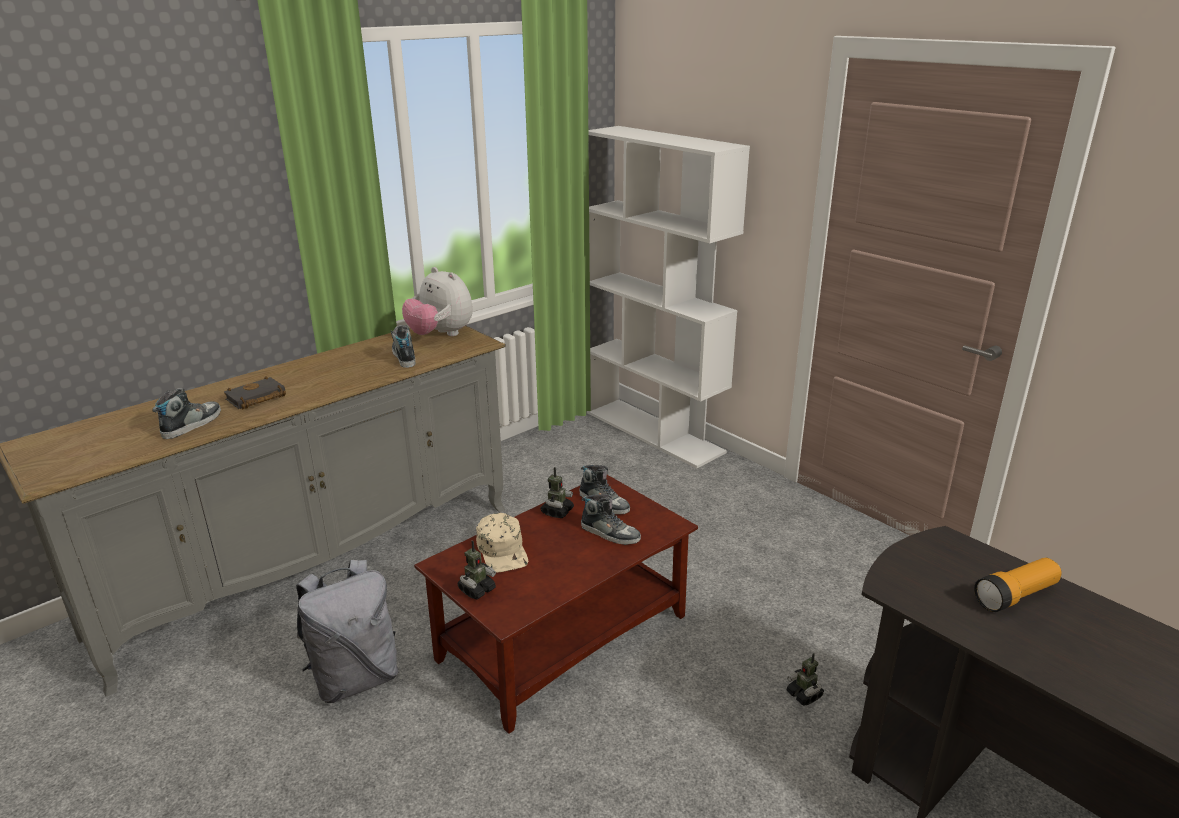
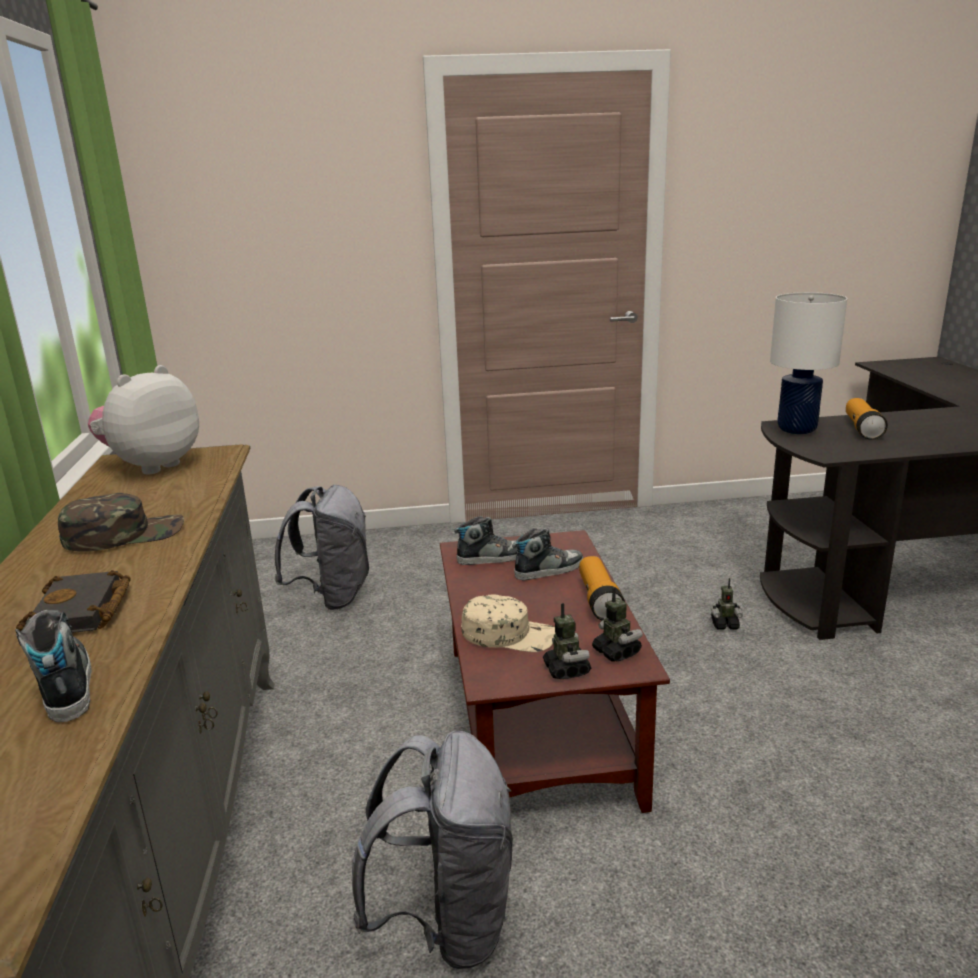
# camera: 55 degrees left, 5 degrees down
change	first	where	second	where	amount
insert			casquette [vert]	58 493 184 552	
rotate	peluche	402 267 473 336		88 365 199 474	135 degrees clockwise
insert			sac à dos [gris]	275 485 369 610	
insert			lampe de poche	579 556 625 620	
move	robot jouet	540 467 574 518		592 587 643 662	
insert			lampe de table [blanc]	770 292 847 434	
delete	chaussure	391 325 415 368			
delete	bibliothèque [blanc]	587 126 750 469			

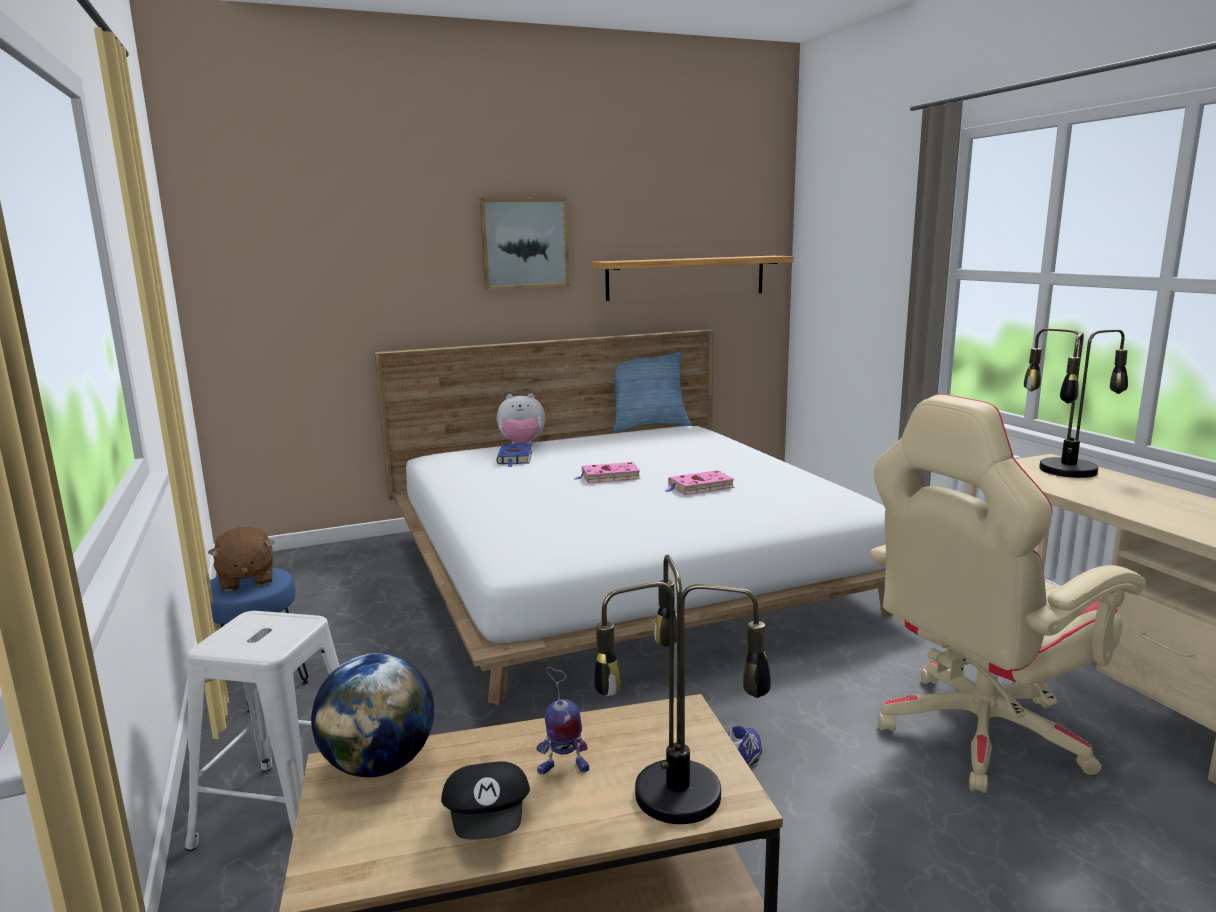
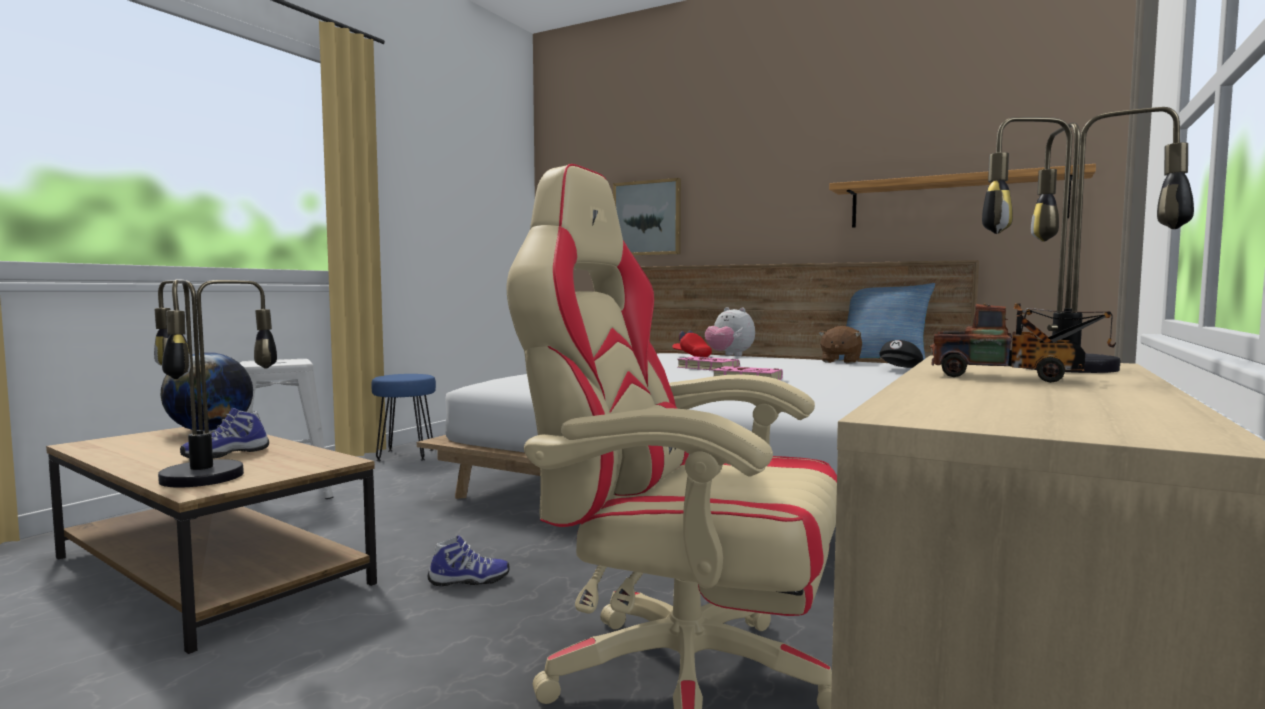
# camera: 50 degrees right, 10 degrees down
change	first	where	second	where	amount
replace	robot jouet	536 667 589 775	chaussure	180 408 269 459	
move	tableau	479 198 569 290		613 178 681 256	
replace	livre [bleu]	496 443 532 467	casquette [rouge]	672 331 712 357	
move	peluche [marron]	208 527 275 592		818 326 862 364	
move	casquette [noir]	441 761 530 840		879 340 923 368	
insert			camion jouet	930 304 1116 383	

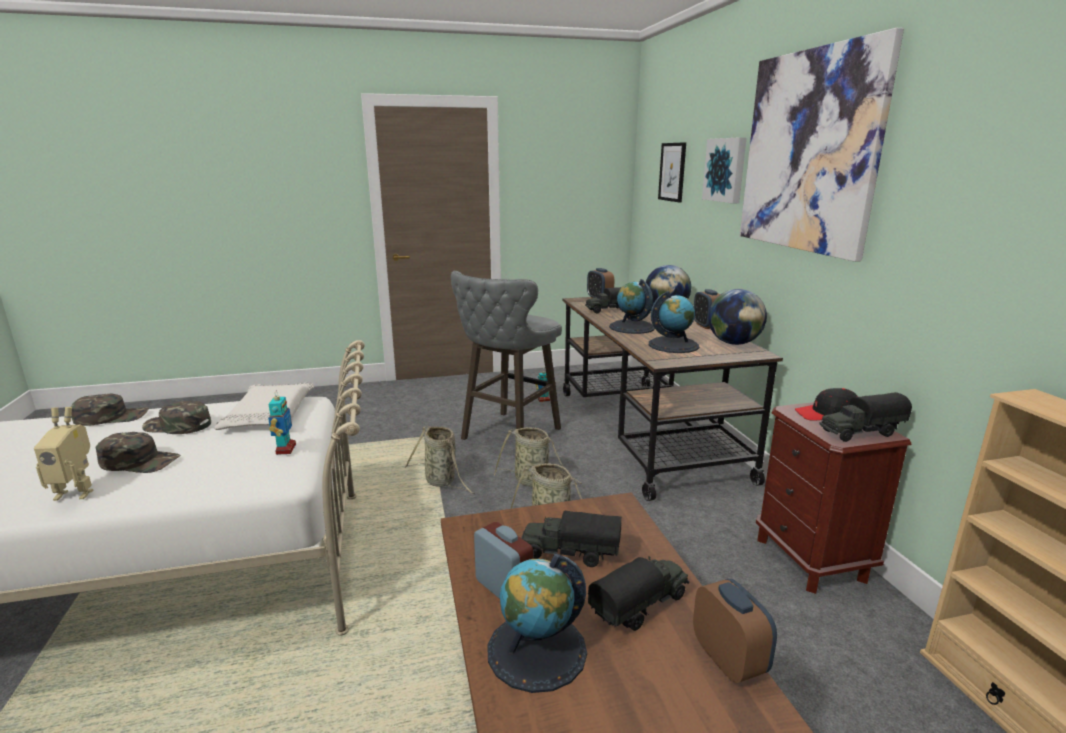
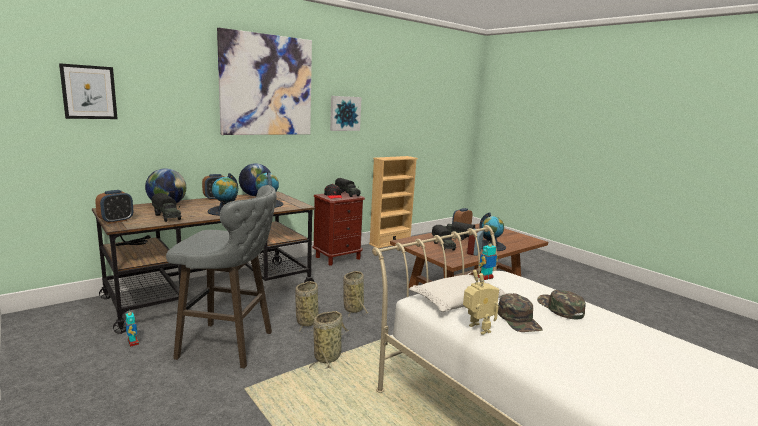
# camera: 115 degrees left, 5 degrees down
change	first	where	second	where	amount
move	tableau	702 137 747 203		330 96 362 131	
move	robot jouet	34 407 94 501		463 270 499 335	
delete	casquette [vert]	71 393 149 426			

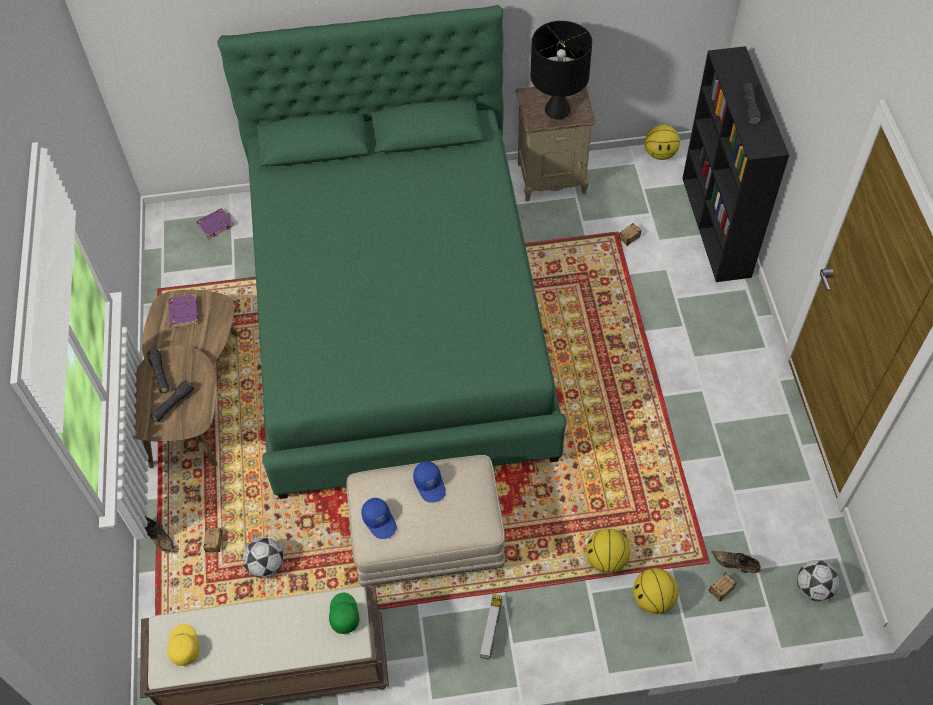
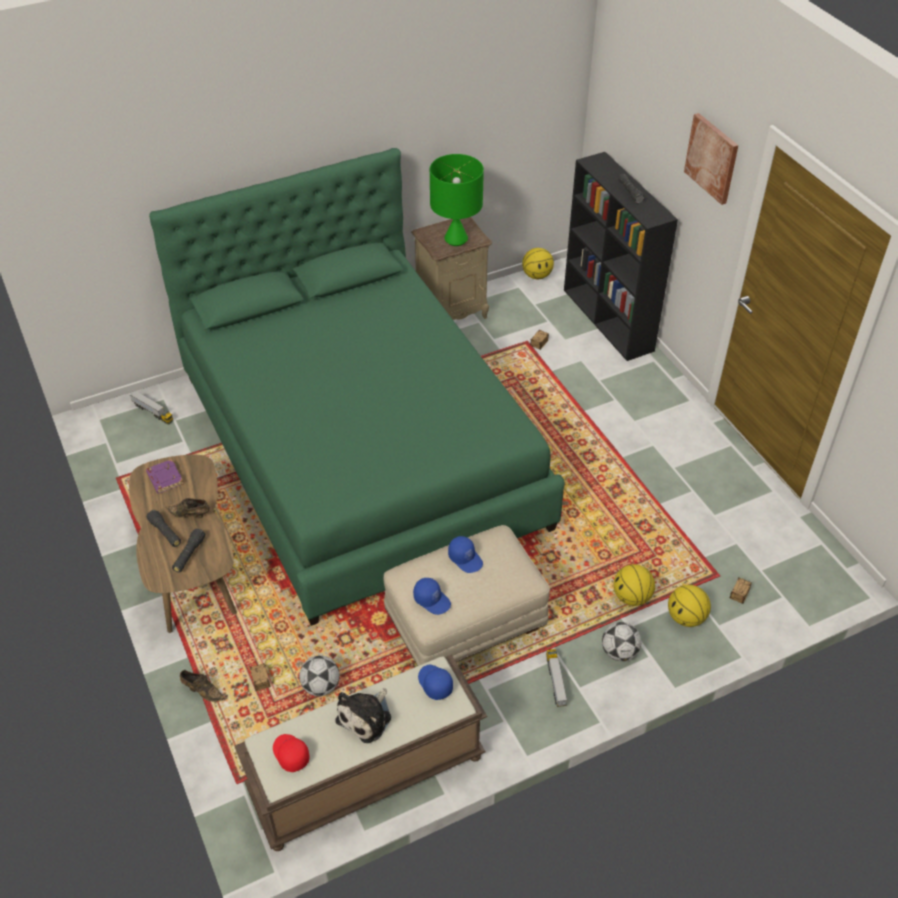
# camera: 20 degrees left, 10 degrees down
change	first	where	second	where	amount
replace	livre [violet]	196 208 234 239	camion jouet	130 391 173 424	
move	chaussure [marron]	711 551 761 573		165 498 210 518	
recolor	casquette [jaune]	167 624 199 666	casquette [rouge]	273 734 309 772	
insert			peluche	336 688 391 743	
recolor	casquette [vert]	329 593 359 634	casquette [bleu]	418 665 453 700	
recolor	lampe de table [noir]	531 21 592 119	lampe de table [vert]	430 154 484 246	
move	ballon de foot	797 560 840 602		602 622 641 662	
insert			tableau	684 113 738 205	

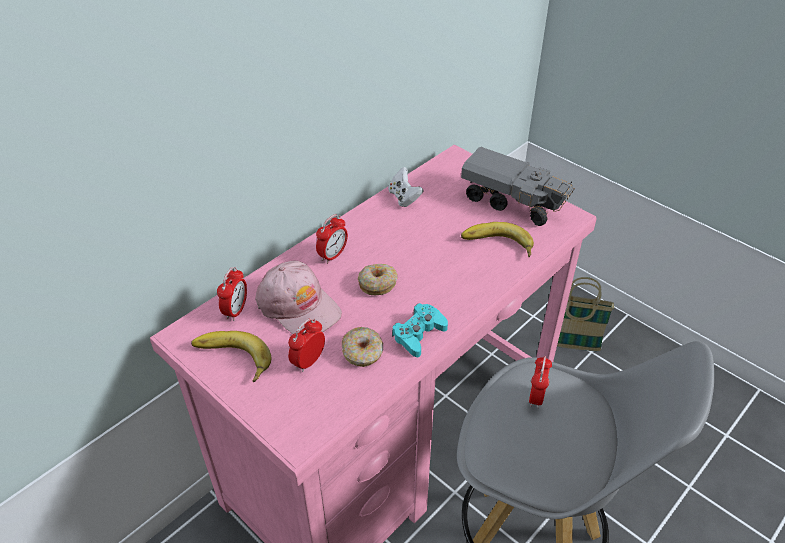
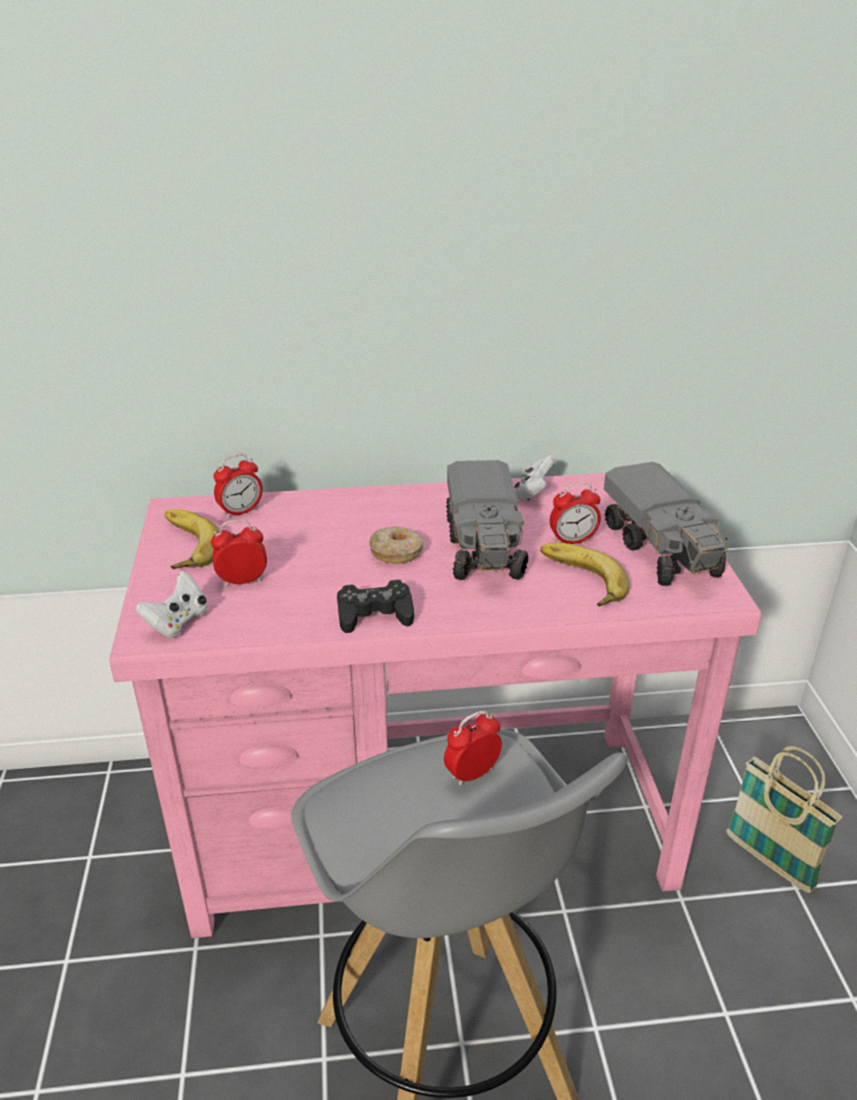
# camera: 40 degrees right, 10 degrees down
change	first	where	second	where	amount
insert			manette [blanc]	136 571 207 638	
recolor	manette [turquoise]	392 303 448 357	manette [noir]	337 580 414 633	
insert			camion jouet	446 460 528 580	
move	réveil	316 214 348 264		550 482 601 544	
delete	casquette [rose]	255 261 342 334			
delete	beignet	342 327 383 367			

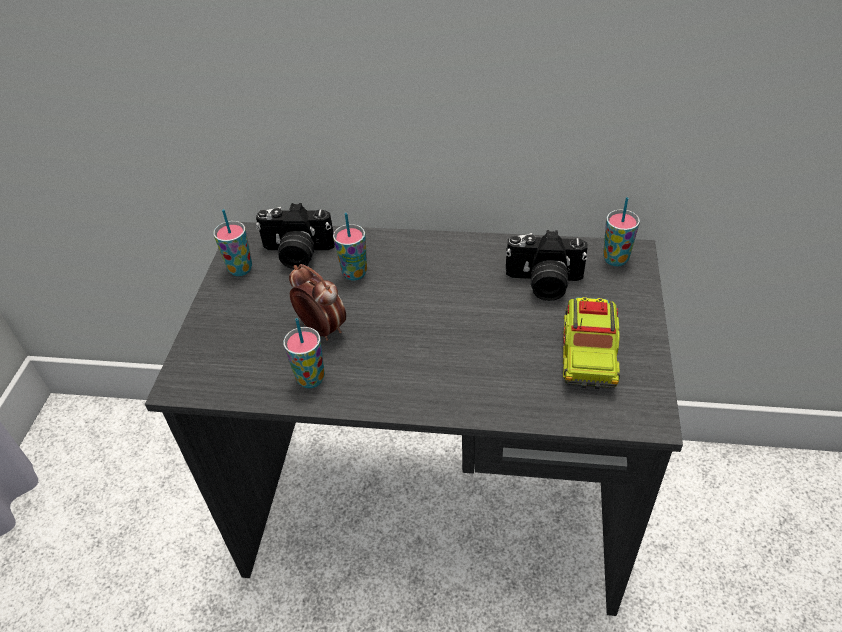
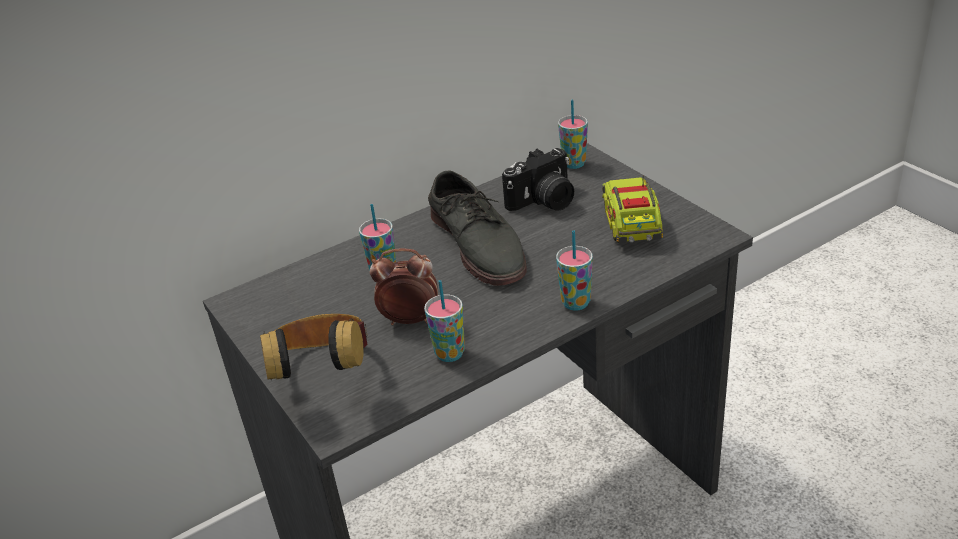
# camera: 40 degrees left, 10 degrees down
change	first	where	second	where	amount
insert			casque audio	260 314 367 380	
insert			chaussure [gris]	428 170 527 286	
move	tasse	213 209 252 276		556 231 593 311	
rotate	camion jouet	563 297 620 389		602 175 663 243	150 degrees counterclockwise
delete	appareil photo	256 203 335 269			

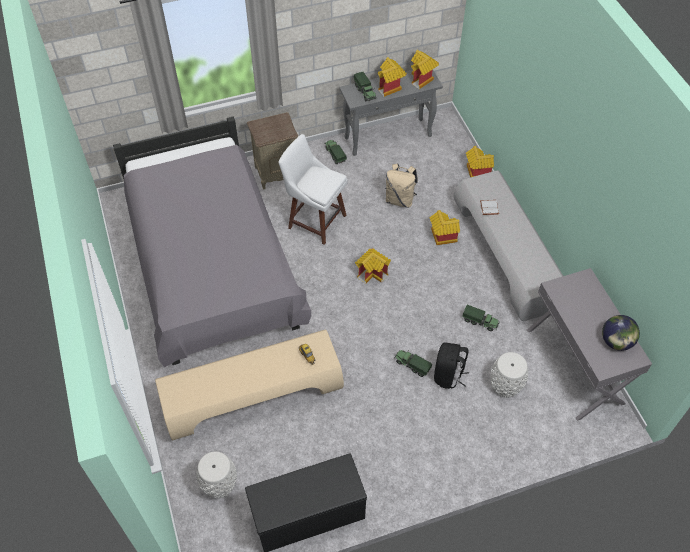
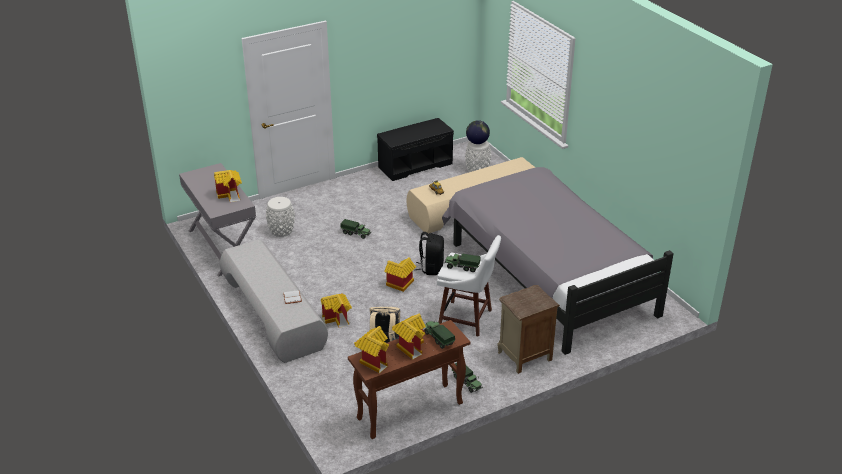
# camera: 170 degrees right, 20 degrees down
change	first	where	second	where	amount
move	maison miniature	466 146 494 177		214 170 242 202	
recolor	table console [gris]	339 70 443 156	table console [marron]	348 320 471 439	
move	sac à dos [noir]	434 342 469 389		415 232 444 275	
move	camion jouet	462 305 500 331		444 253 481 272	
move	globe	602 315 640 351		466 120 490 144	

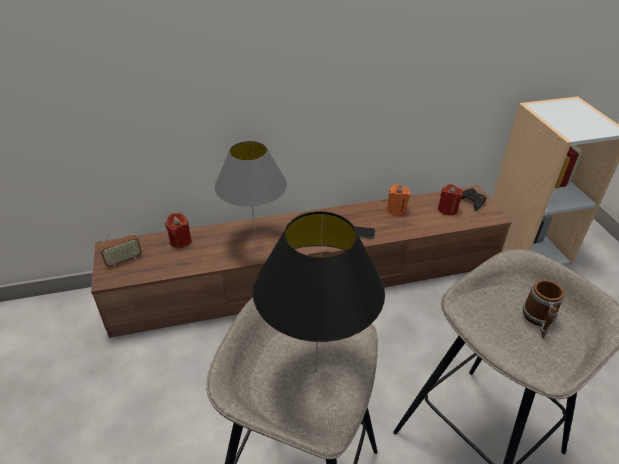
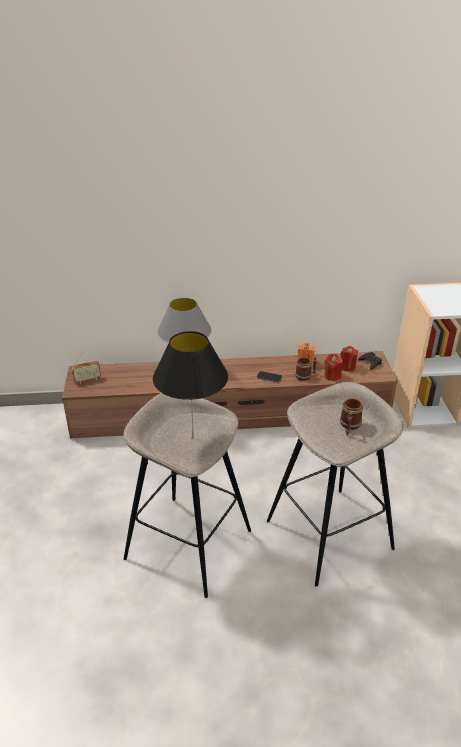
# camera: 10 degrees right, 5 degrees down
change	first	where	second	where	amount
insert			mug	295 357 317 381	
move	bougie [rouge]	165 213 192 248		324 353 343 381	

